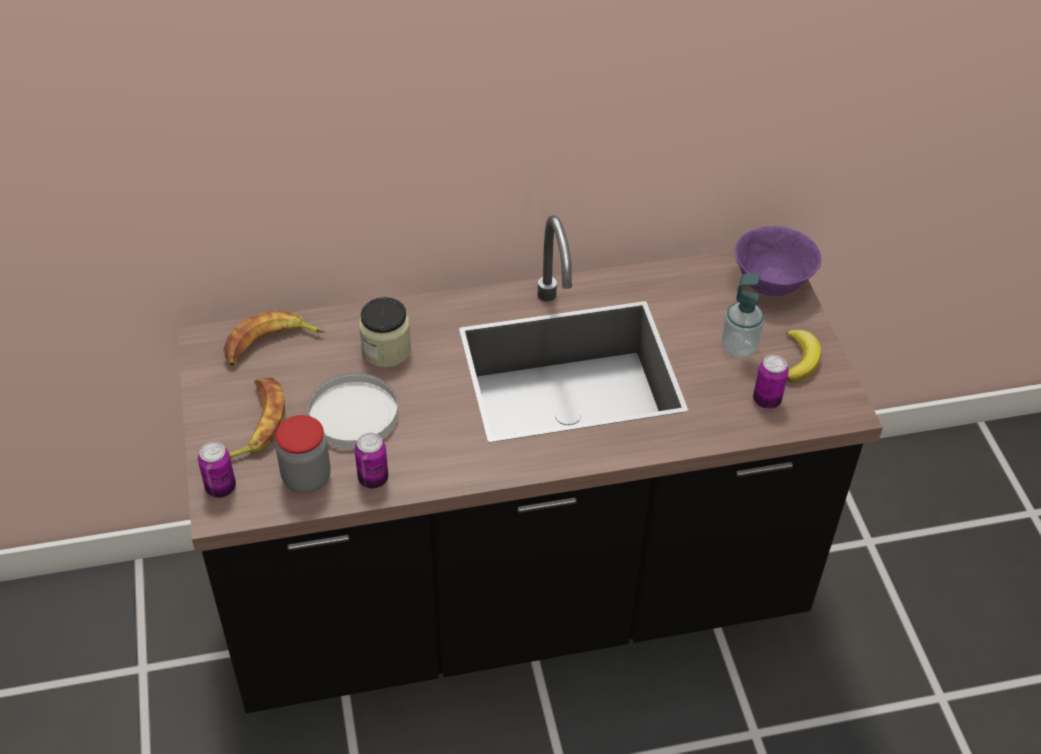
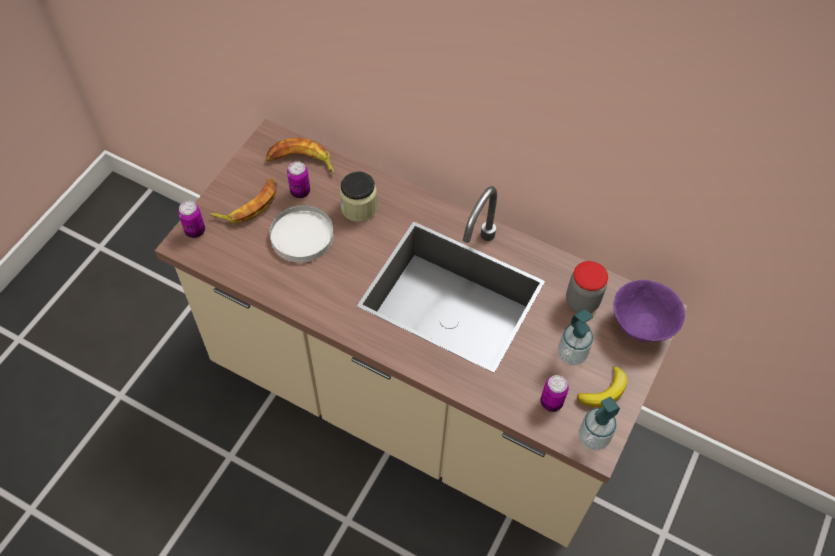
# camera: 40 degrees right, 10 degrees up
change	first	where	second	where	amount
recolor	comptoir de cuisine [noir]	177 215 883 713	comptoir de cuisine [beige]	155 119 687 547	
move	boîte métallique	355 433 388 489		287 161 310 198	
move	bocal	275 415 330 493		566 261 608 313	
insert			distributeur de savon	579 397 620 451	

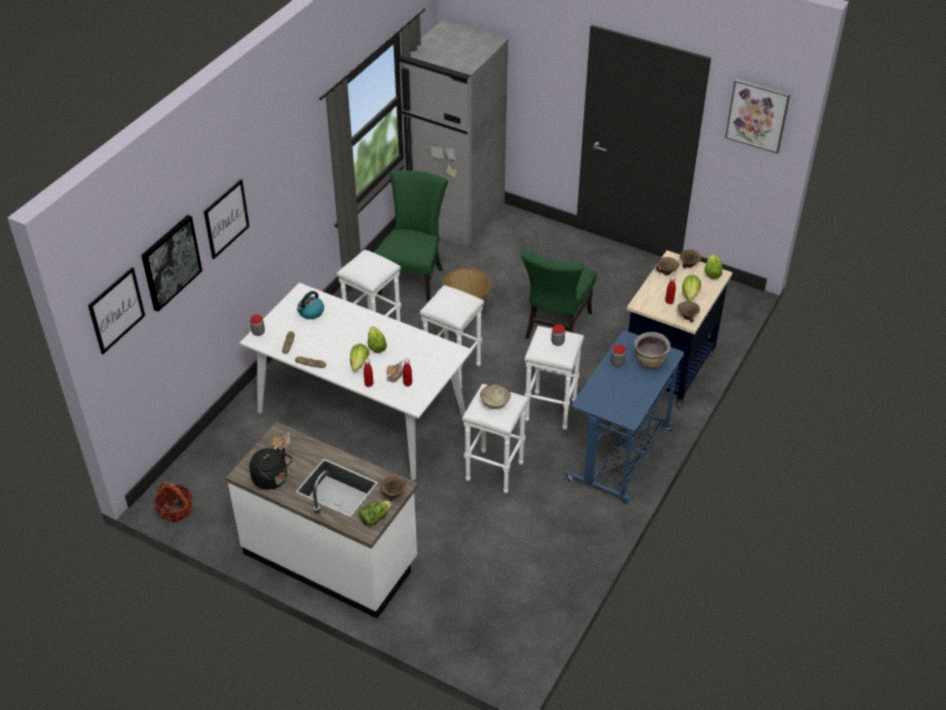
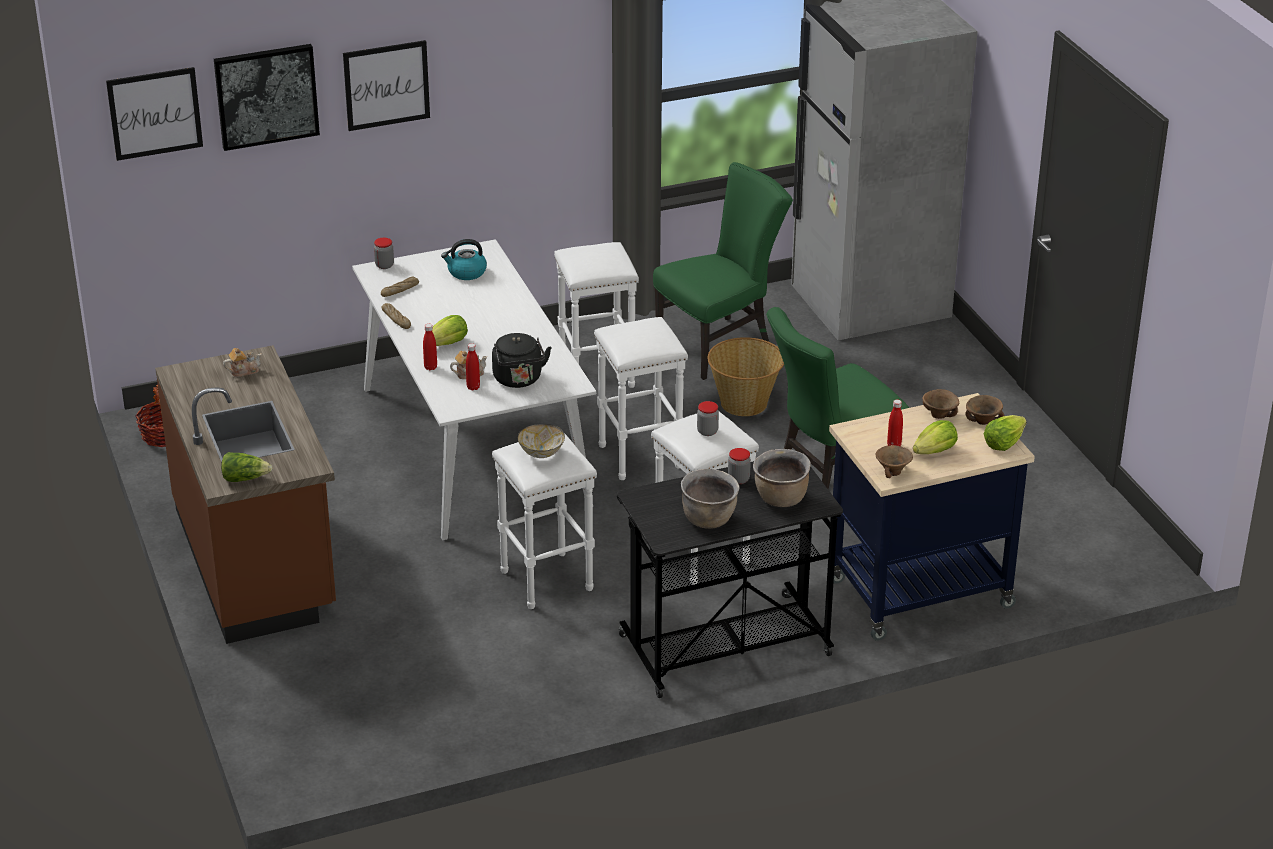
# camera: 40 degrees right, 10 degrees down
change	first	where	second	where	amount
recolor	comptoir de cuisine [blanc]	226 422 418 619	comptoir de cuisine [marron]	155 345 336 644	
move	bouilloire [noir]	249 447 292 490		492 333 552 388	
recolor	bureau [bleu]	566 331 684 504	bureau [noir]	617 461 843 698	
insert			marmite [marron]	681 469 740 529	
delete	laitue	368 327 387 353			
delete	bol [marron]	381 475 406 501			
delete	tableau	725 78 790 154			

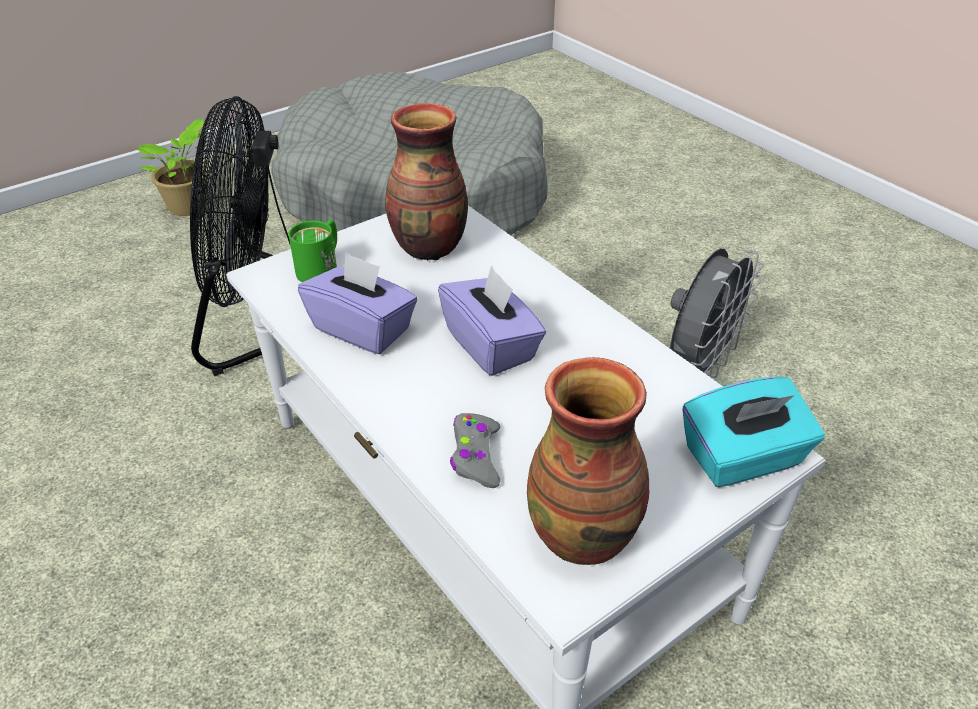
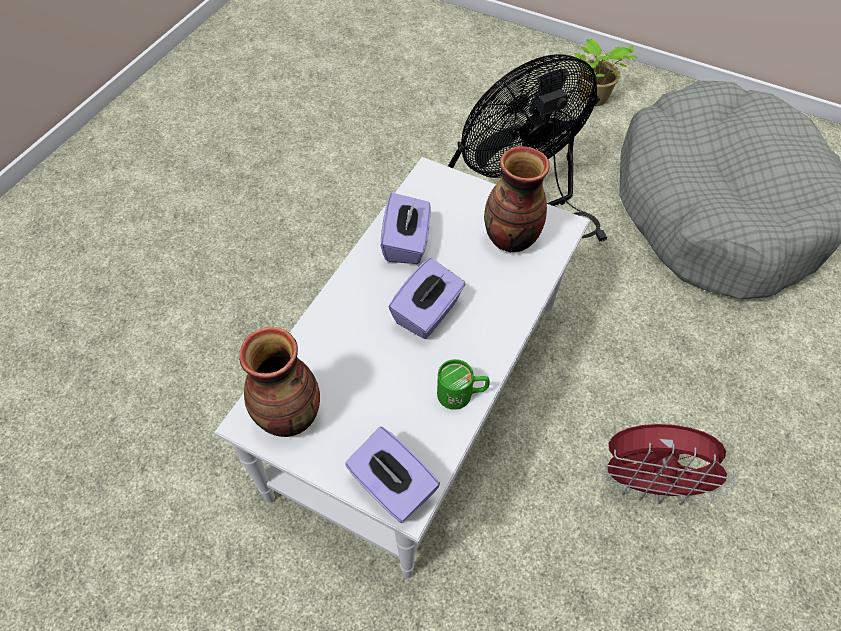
# camera: 65 degrees right, 15 degrees up
change	first	where	second	where	amount
recolor	boîte à mouchoirs [turquoise]	683 377 825 487	boîte à mouchoirs [violet]	345 427 440 523	
move	mug [vert]	289 220 337 282		437 359 490 410	
recolor	ventilateur [gris]	670 249 764 378	ventilateur [rouge]	599 424 735 505	
delete	manette [gris]	450 413 501 488			

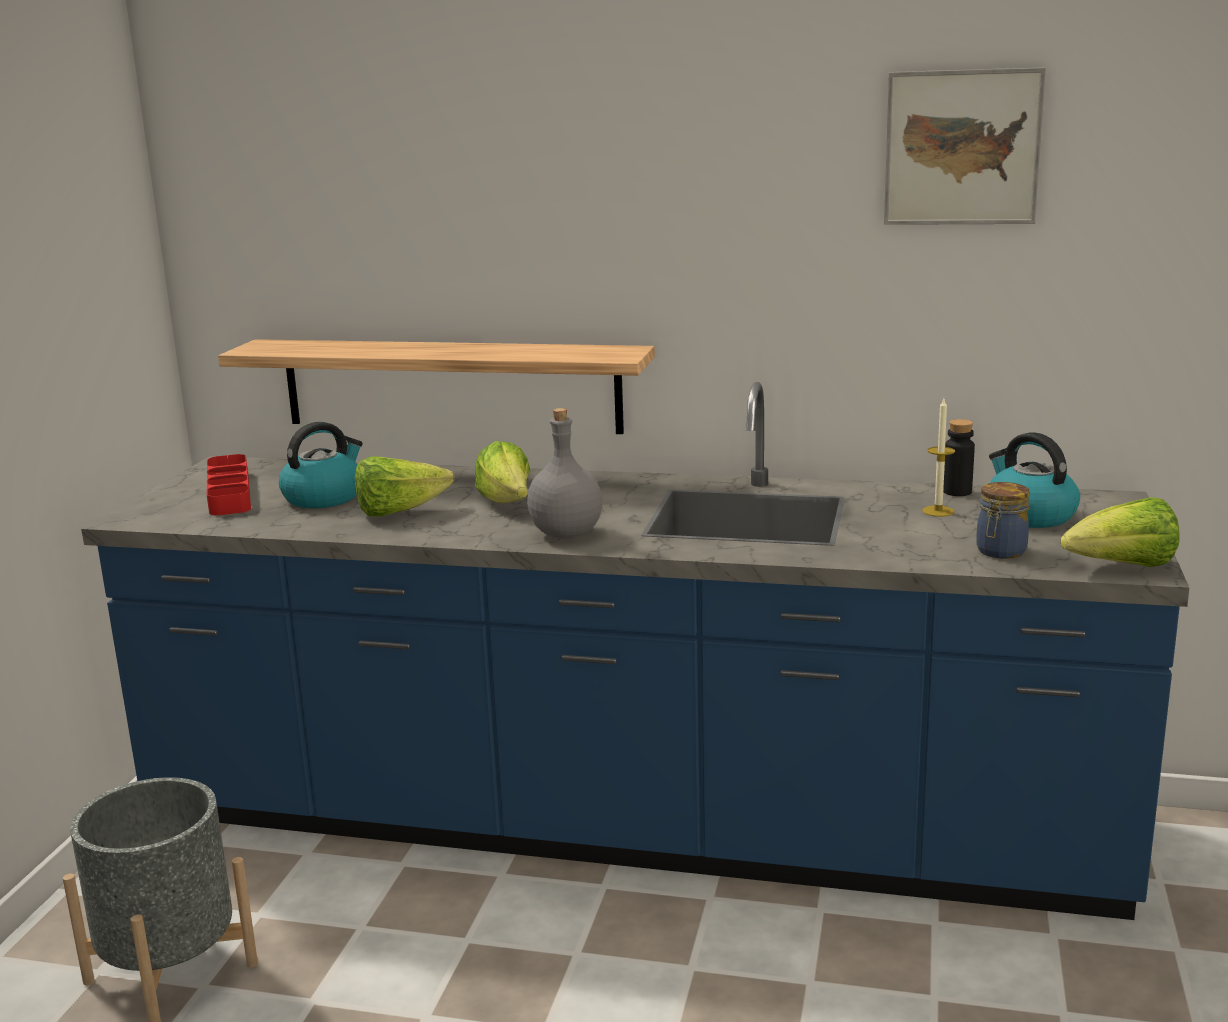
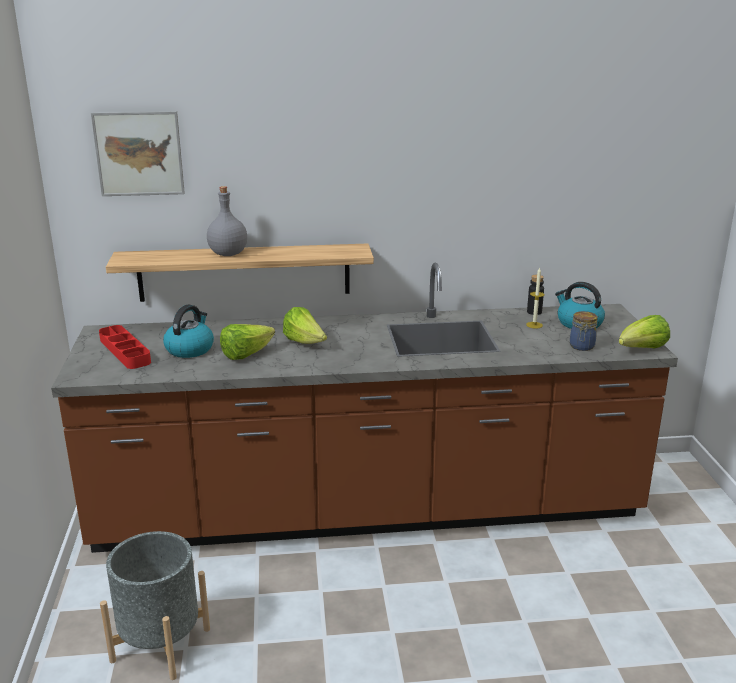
# camera: 20 degrees left, 5 degrees up
change	first	where	second	where	amount
recolor	comptoir de cuisine [bleu]	81 382 1189 920	comptoir de cuisine [marron]	51 263 678 553	
move	tableau	884 67 1046 225		91 111 185 196	
move	bouteille [gris]	527 408 602 539		207 186 247 256	

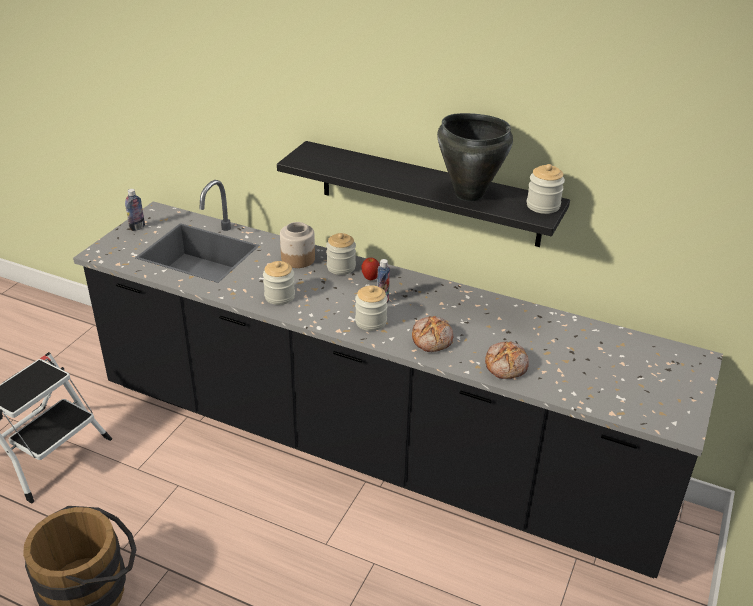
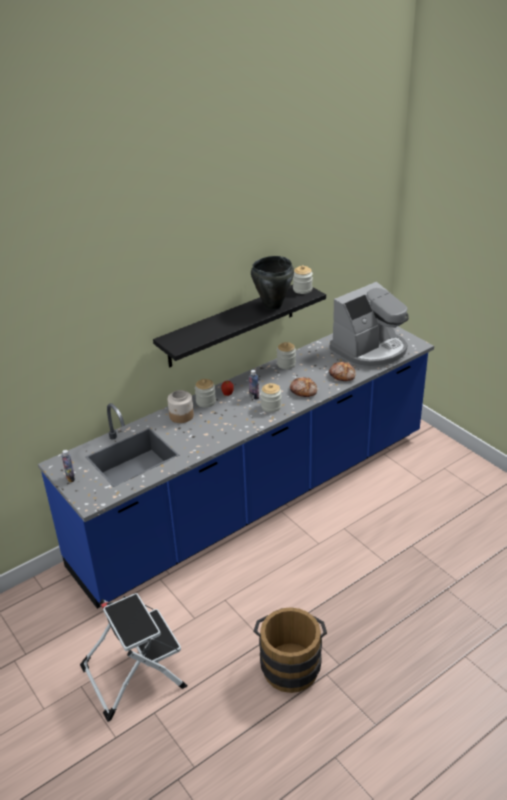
# camera: 60 degrees left, 0 degrees up
change	first	where	second	where	amount
recolor	comptoir de cuisine [noir]	73 180 723 578	comptoir de cuisine [bleu]	38 326 434 609	
move	bocal	263 261 295 305		277 342 296 369	
insert			machine à café	330 282 409 368	

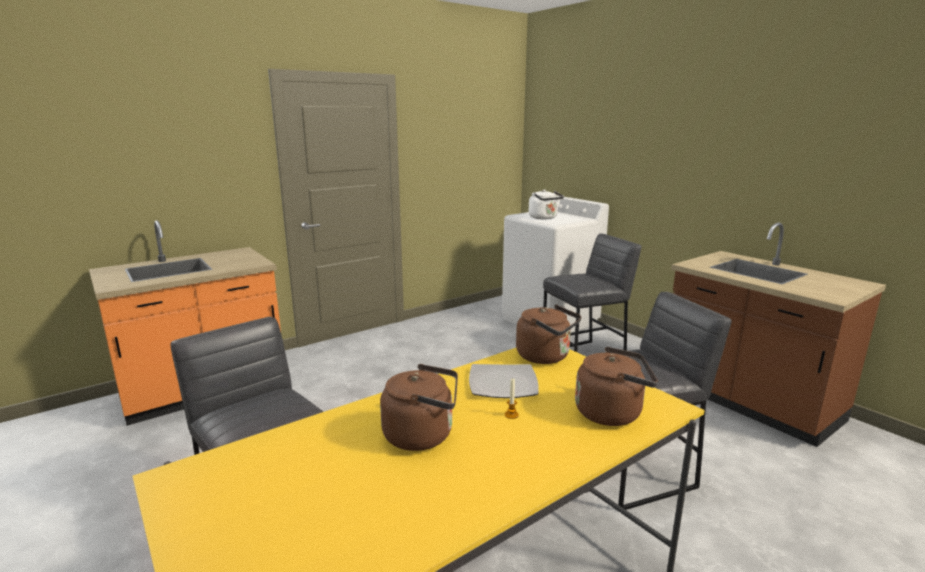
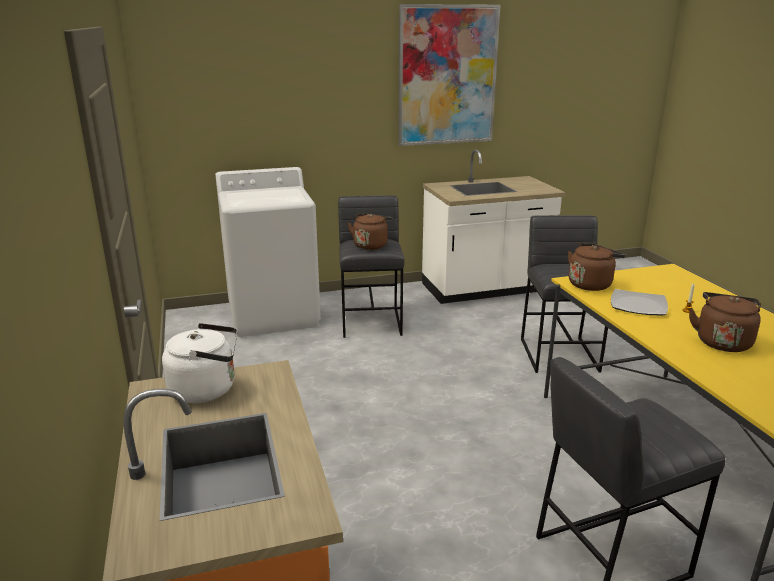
# camera: 70 degrees left, 5 degrees up
change	first	where	second	where	amount
move	bouilloire [blanc]	529 190 564 219		162 323 237 403	
move	bouilloire [marron]	575 347 658 426		348 213 392 250	
insert			tableau	398 4 501 146	
recolor	comptoir de cuisine [marron]	671 222 886 447	comptoir de cuisine [blanc]	422 149 566 304	

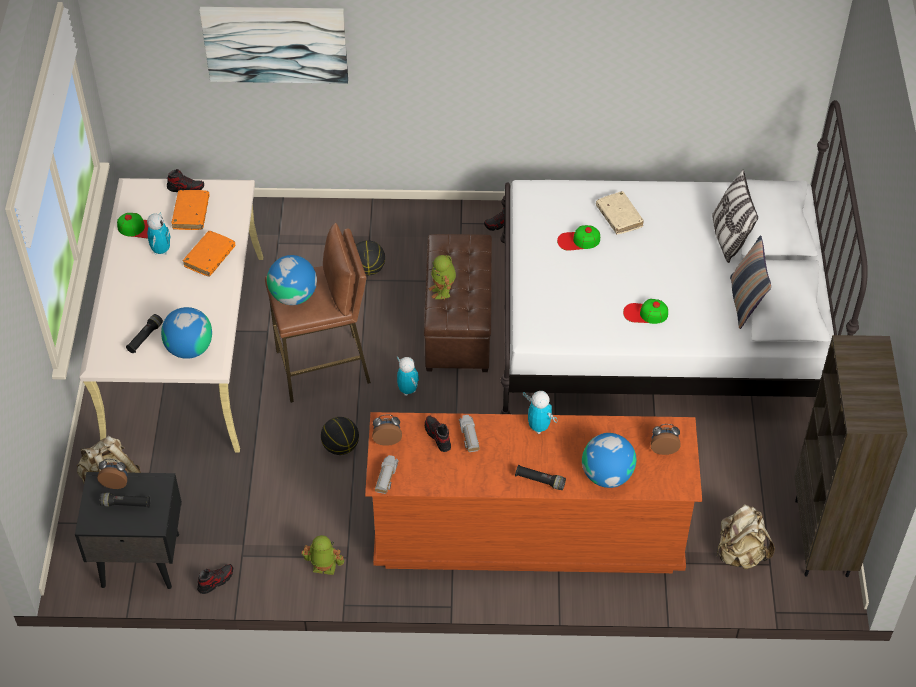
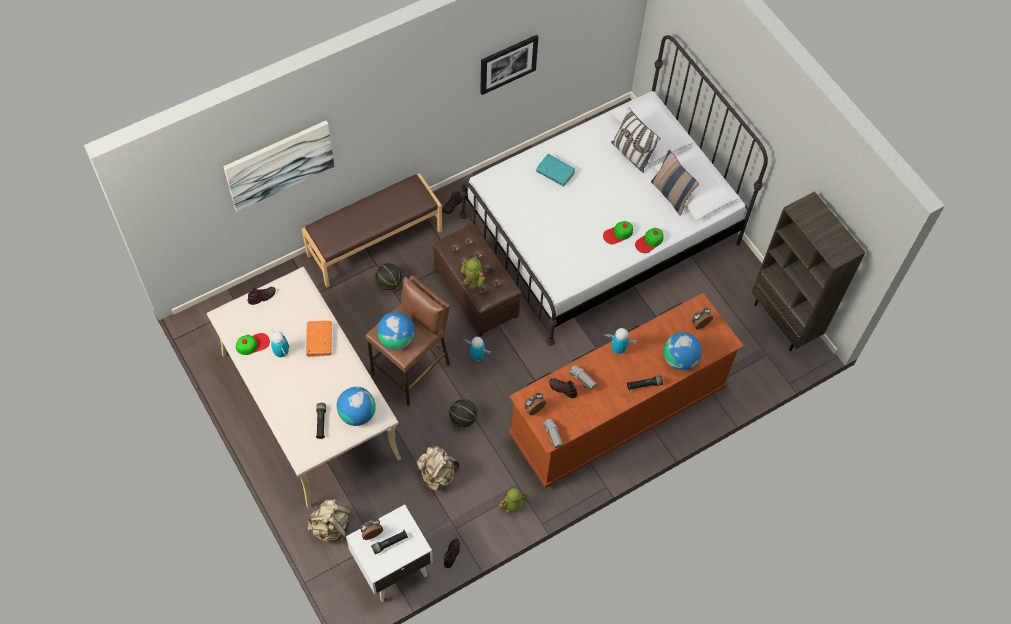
# camera: 35 degrees left, 10 degrees up
change	first	where	second	where	amount
insert			banc [marron]	302 173 442 287	
recolor	table de chevet [noir]	75 472 182 589	table de chevet [blanc]	346 505 433 602	
move	sac à dos [beige]	716 504 775 570		417 446 459 490	
insert			tableau	480 35 538 95	
recolor	livre [beige]	596 191 643 234	livre [turquoise]	536 154 575 187	
move	casquette	557 225 600 251		635 228 664 253	
delete	livre [orange]	171 190 210 230			

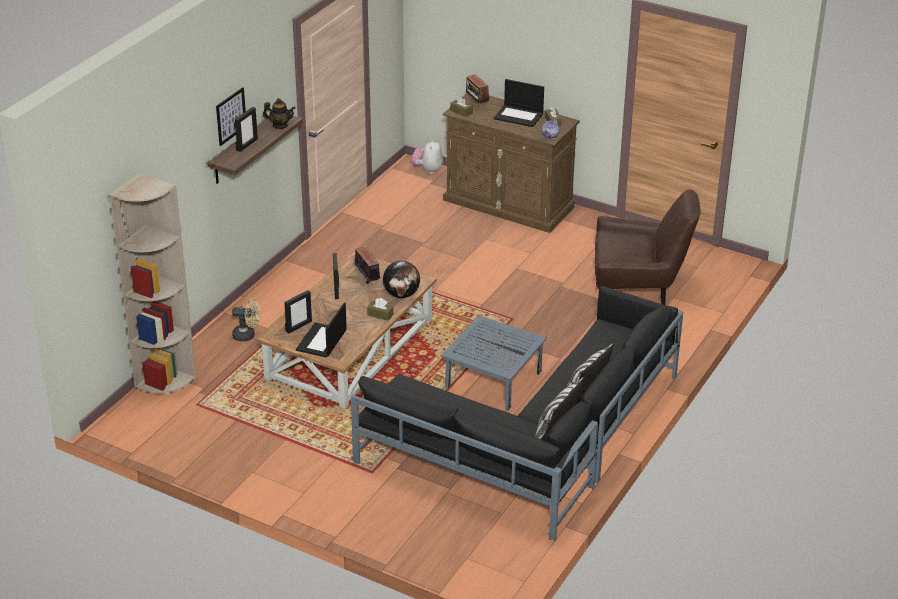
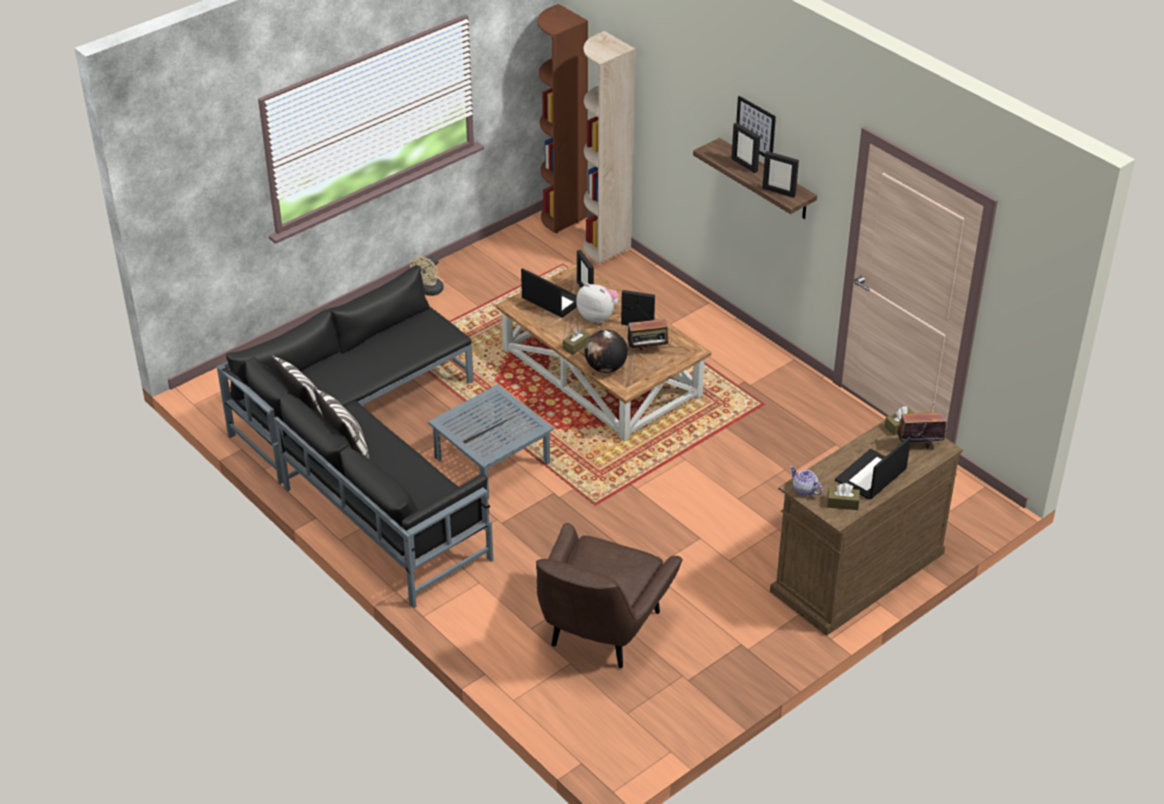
# camera: 110 degrees right, 5 degrees up
change	first	where	second	where	amount
move	ventilateur [beige]	232 299 260 341		410 256 444 296	
insert			bibliothèque [marron]	538 4 588 233	
move	peluche	411 140 443 174		576 283 619 324	
replace	théière	263 98 296 129	cadre photo	762 151 799 198	

